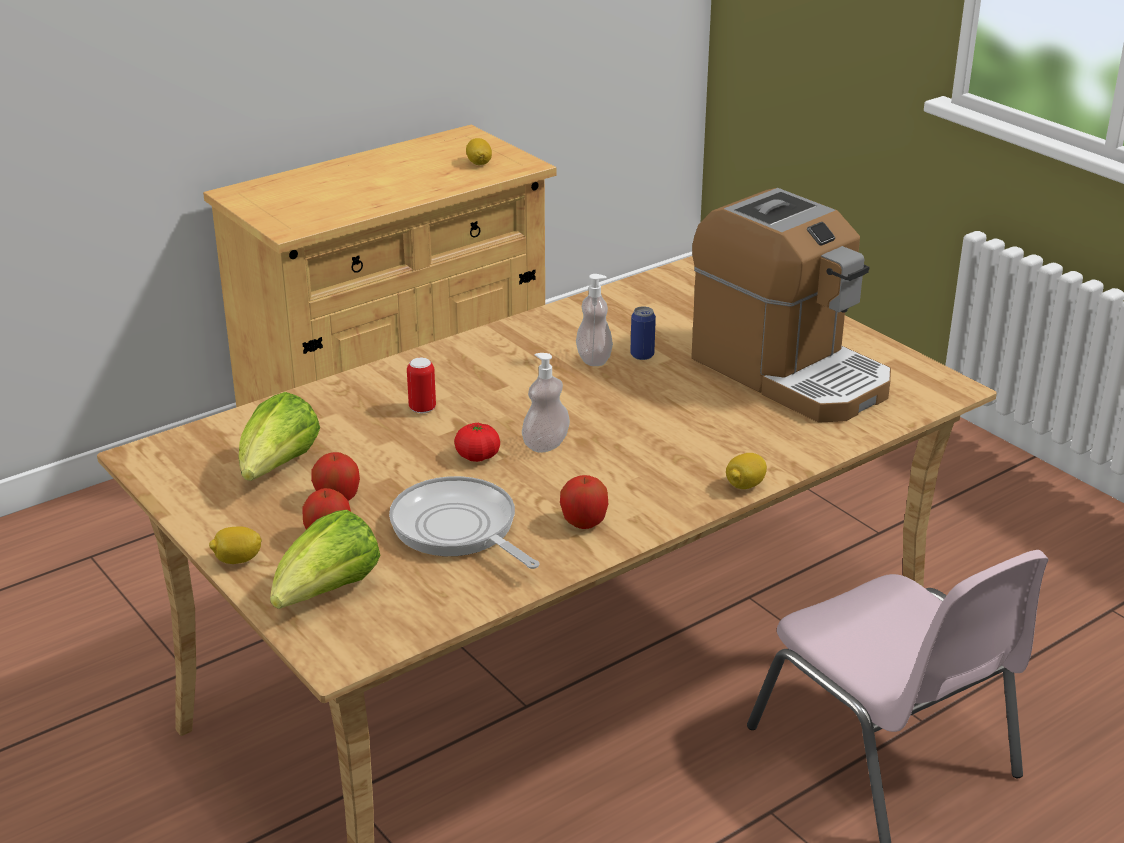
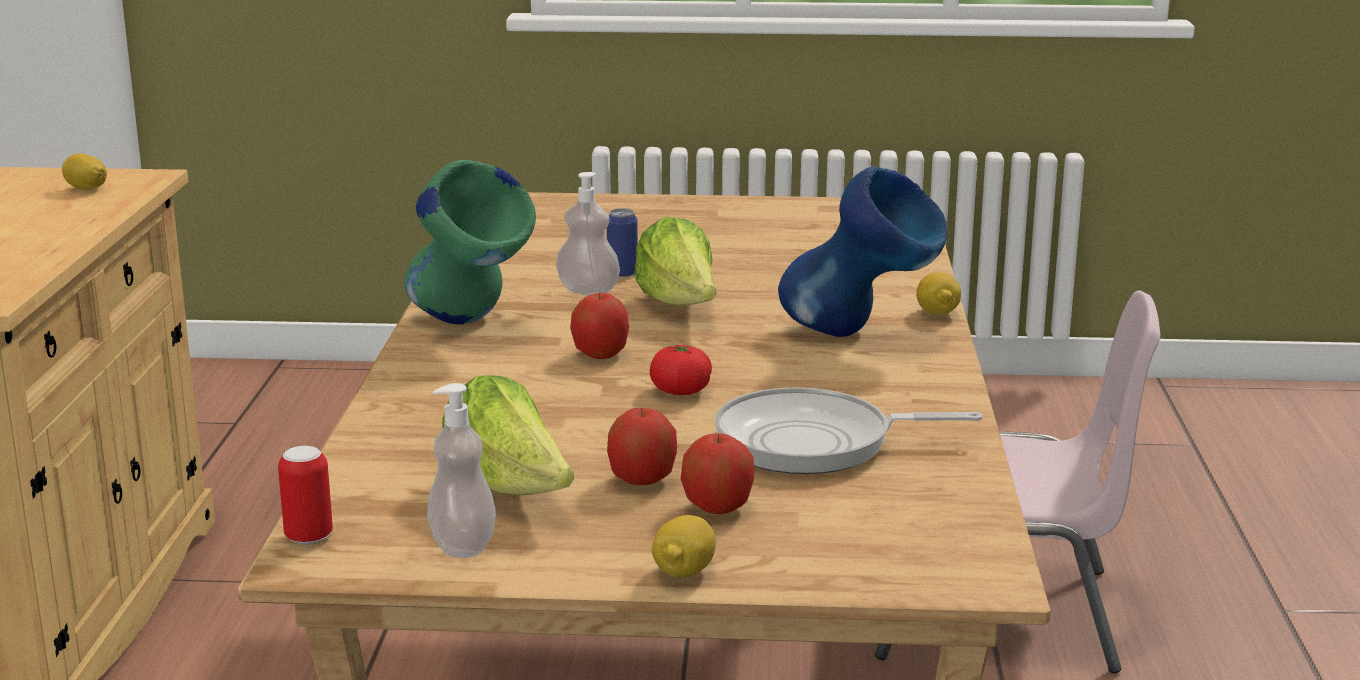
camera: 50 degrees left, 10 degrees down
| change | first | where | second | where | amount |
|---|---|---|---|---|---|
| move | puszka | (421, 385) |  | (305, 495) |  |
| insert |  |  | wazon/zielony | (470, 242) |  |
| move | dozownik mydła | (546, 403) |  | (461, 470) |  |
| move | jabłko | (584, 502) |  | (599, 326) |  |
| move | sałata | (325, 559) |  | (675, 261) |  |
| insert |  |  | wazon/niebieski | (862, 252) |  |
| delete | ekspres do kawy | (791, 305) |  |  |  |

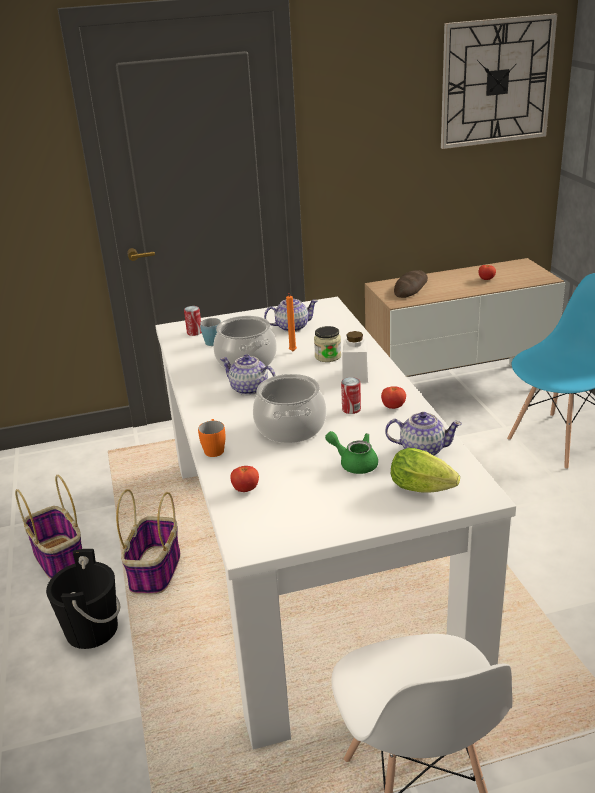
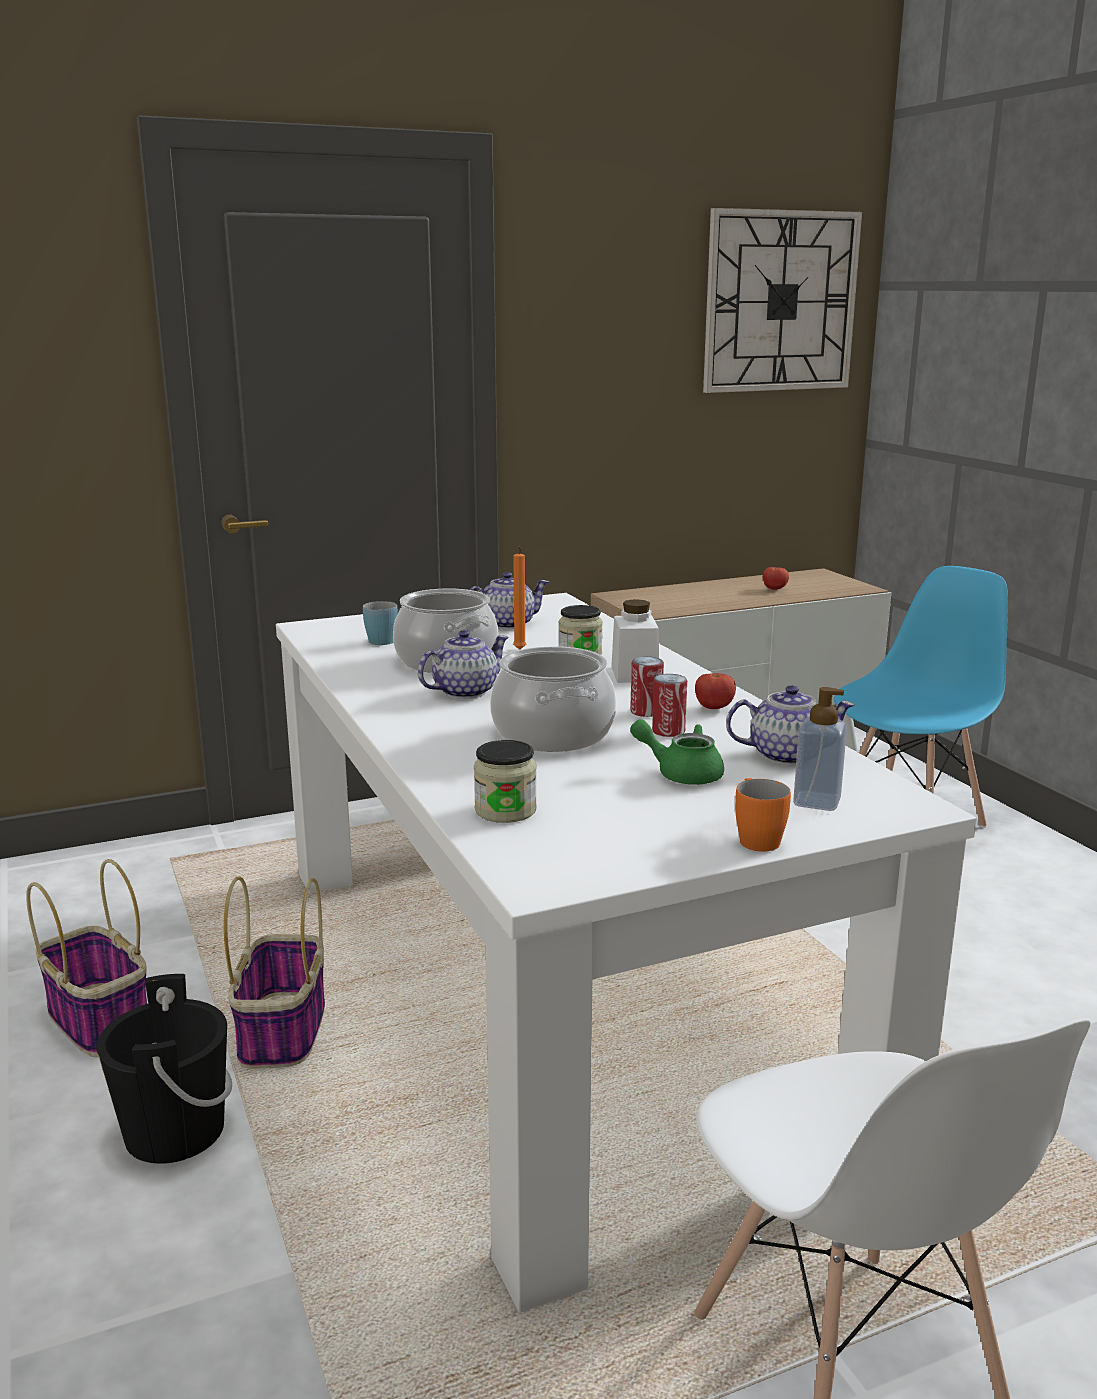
camera: 10 degrees left, 10 degrees down
| change | first | where | second | where | amount |
|---|---|---|---|---|---|
| rotate | imbryk | (248, 374) |  | (463, 664) | 120 degrees clockwise |
| replace | pomidor | (244, 479) | słoik | (505, 781) |  |
| move | puszka | (193, 321) |  | (669, 705) |  |
| move | kubek/pomarańczowy | (211, 438) |  | (763, 815) |  |
| replace | sałata | (425, 470) | dozownik mydła | (820, 749) |  |
| delete | chleb | (411, 284) |  |  |  |

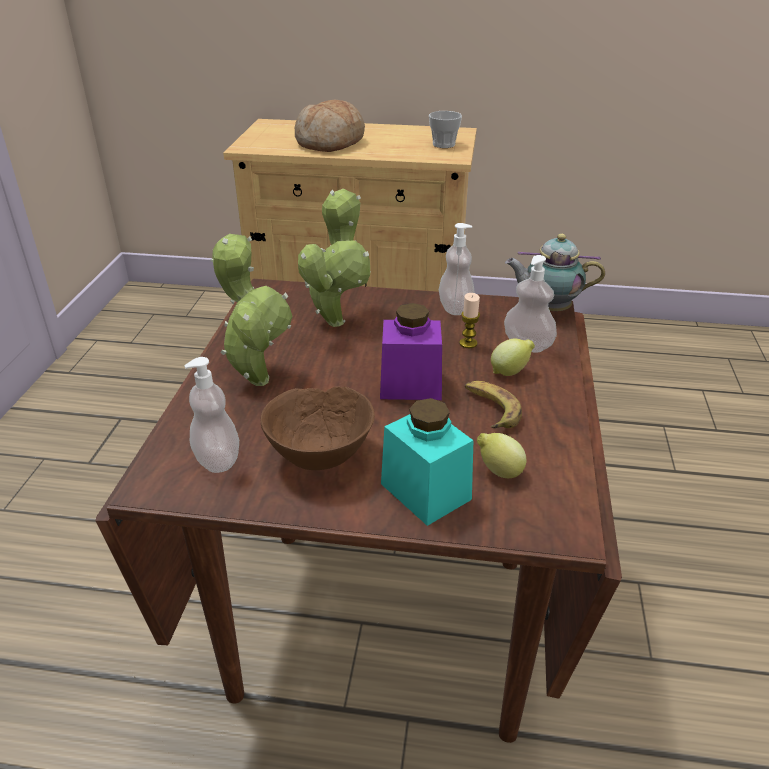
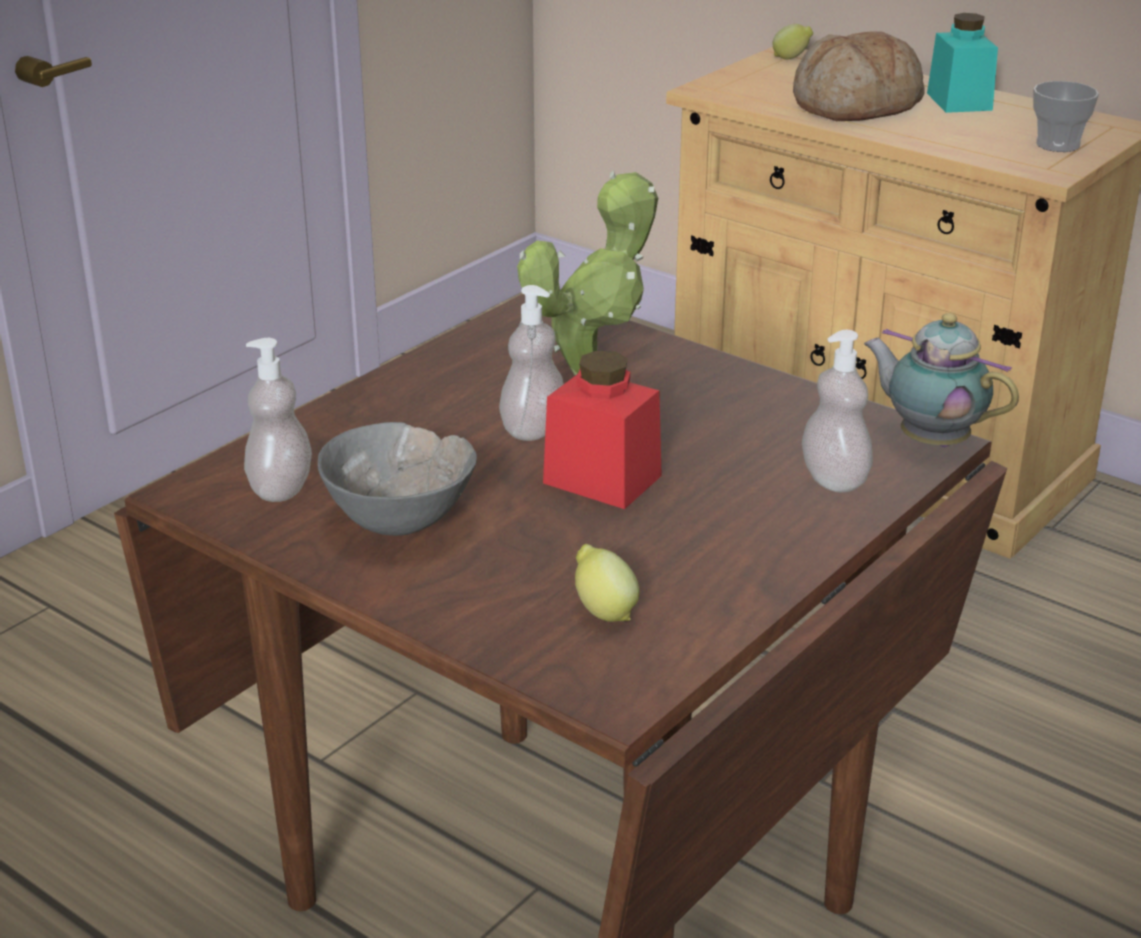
camera: 30 degrees right, 5 degrees down
| change | first | where | second | where | amount |
|---|---|---|---|---|---|
| recolor | miska/brązowy | (318, 428) | miska/szary | (397, 479) |  |
| move | dozownik mydła | (457, 269) |  | (531, 363) |  |
| recolor | słoik/fioletowy | (411, 351) | słoik/czerwony | (602, 429) |  |
| move | cytryna | (513, 357) |  | (792, 42) |  |
| move | słoik/turkusowy | (427, 462) |  | (962, 63) |  |
| delete | roślina doniczkowa | (252, 310) |  |  |  |
| delete | świeca | (469, 320) |  |  |  |
| delete | banan | (493, 405) |  |  |  |

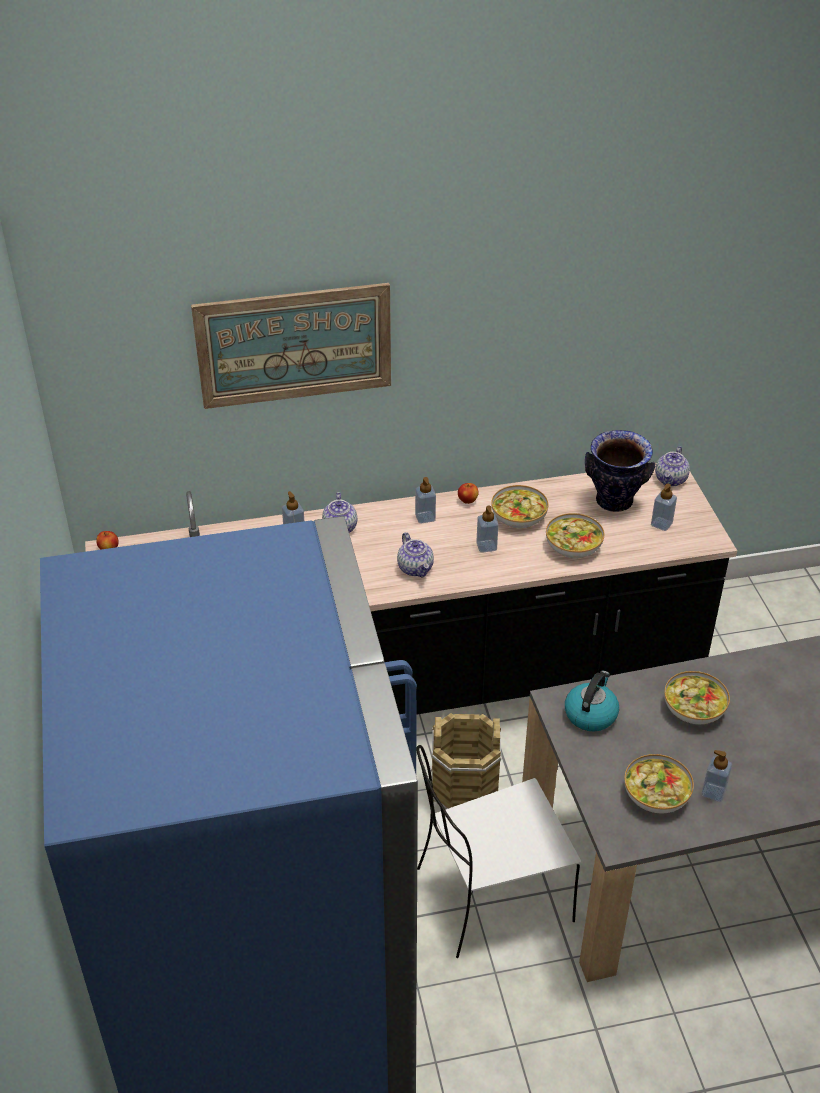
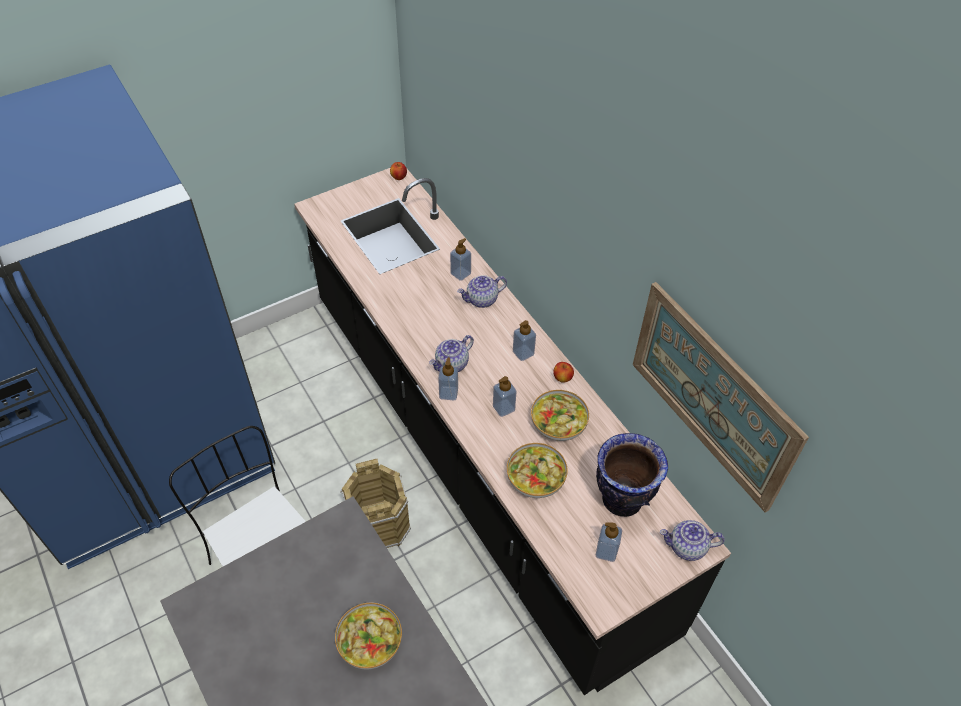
camera: 70 degrees right, 10 degrees up
| change | first | where | second | where | amount |
|---|---|---|---|---|---|
| move | dozownik mydła | (716, 776) |  | (448, 378) |  |
| move | obraz | (291, 346) |  | (721, 397) |  |
| delete | czajnik | (592, 701) |  |  |  |
| delete | miska | (659, 783) |  |  |  |

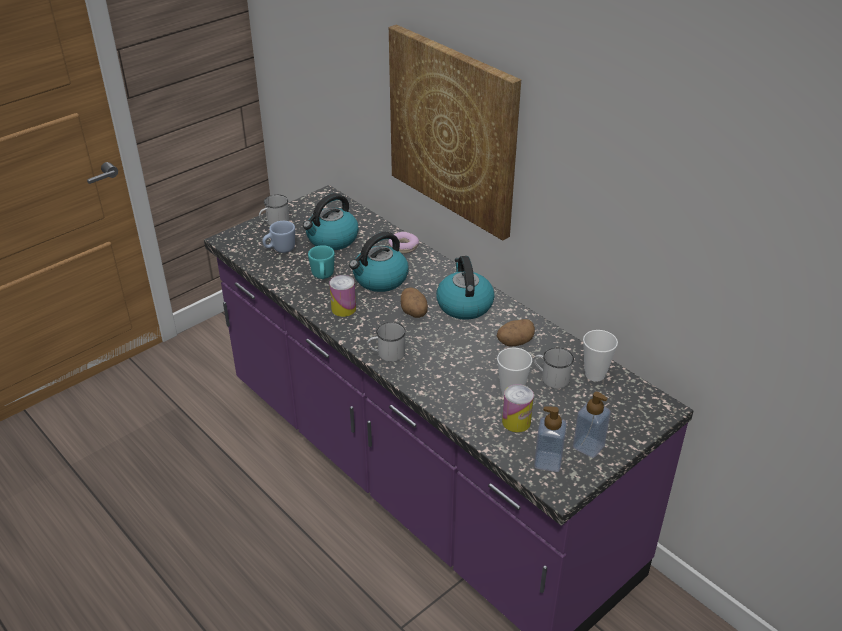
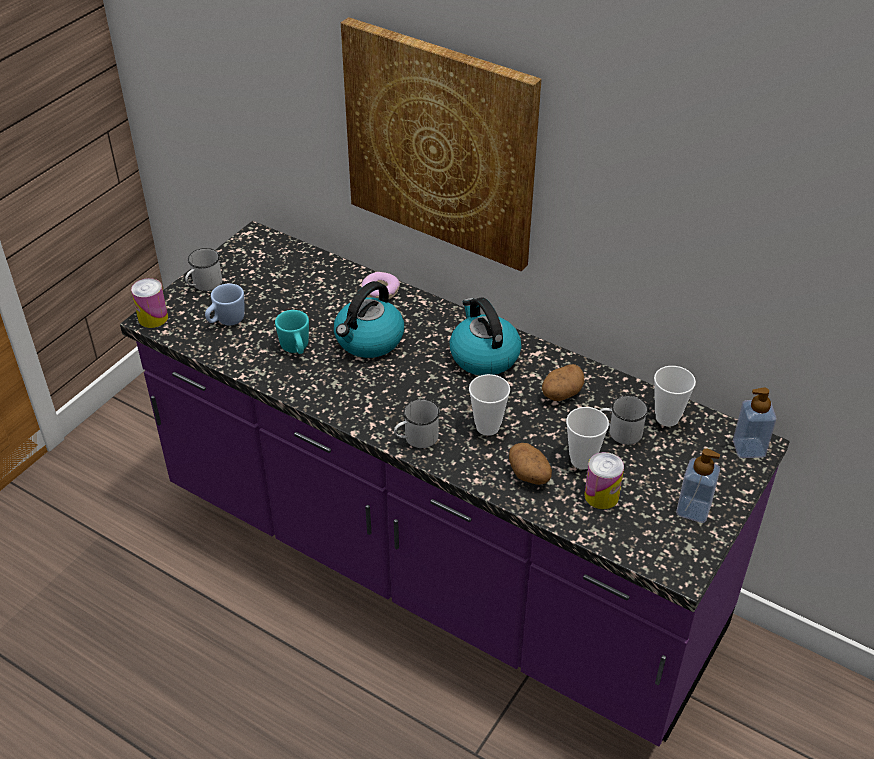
camera: 15 degrees left, 5 degrees up
| change | first | where | second | where | amount |
|---|---|---|---|---|---|
| move | puszka | (342, 296) |  | (149, 303) |  |
| insert |  |  | filiżanka | (489, 405) |  |
| move | ziemniak | (414, 303) |  | (530, 464) |  |
| move | dozownik mydła | (550, 439) |  | (755, 422) |  |
| delete | czajnik | (331, 221) |  |  |  |

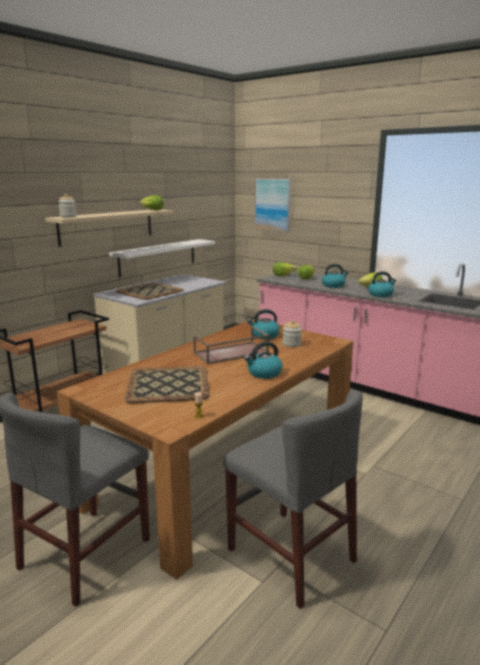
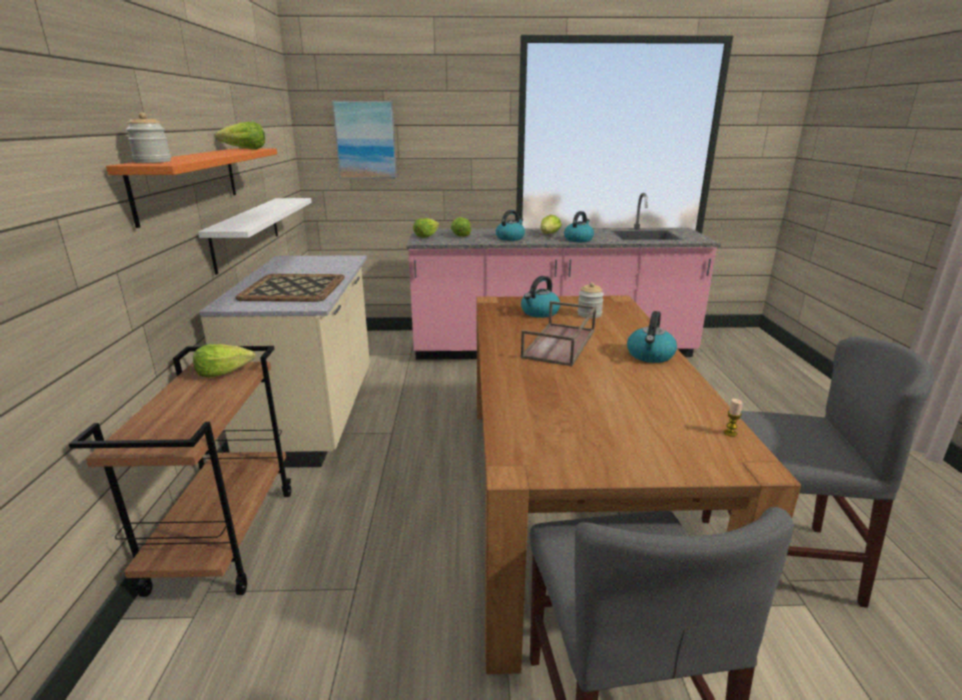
camera: 40 degrees left, 5 degrees up
| change | first | where | second | where | amount |
|---|---|---|---|---|---|
| recolor | półka/beżowy | (109, 228) | półka/pomarańczowy | (191, 188) |  |
| insert |  |  | sałata | (224, 361) |  |
| delete | taca | (167, 384) |  |  |  |

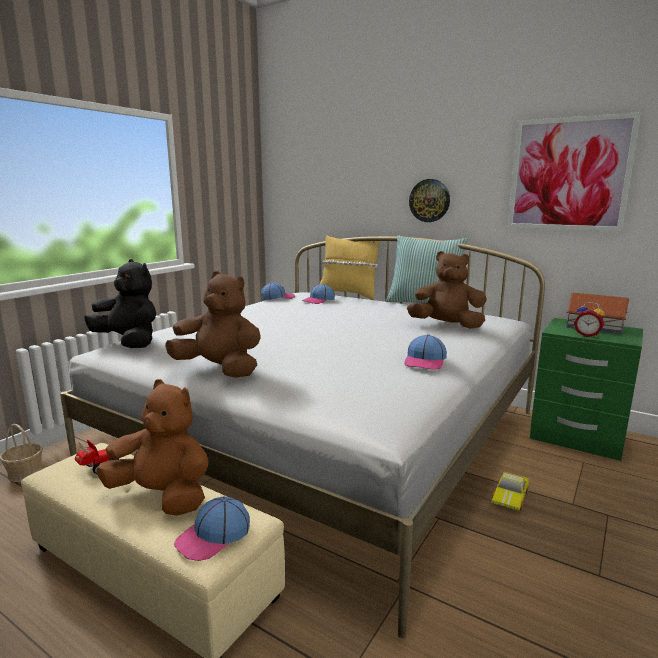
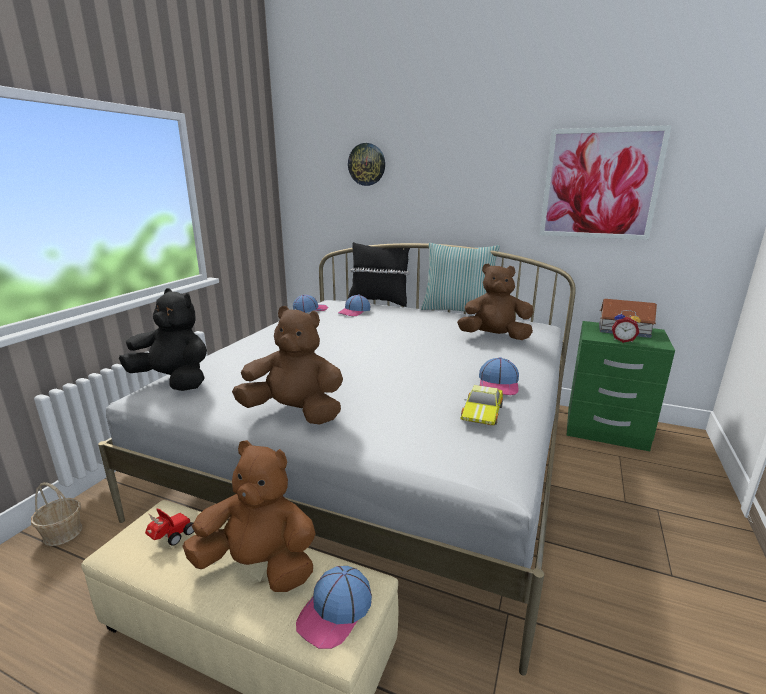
camera: 10 degrees left, 5 degrees up
| change | first | where | second | where | amount |
|---|---|---|---|---|---|
| move | zegar ścienny | (429, 200) |  | (366, 164) |  |
| recolor | poduszka/żółty | (350, 267) | poduszka/czarny | (379, 274) |  |
| move | samochodzik | (510, 491) |  | (481, 405) |  |

